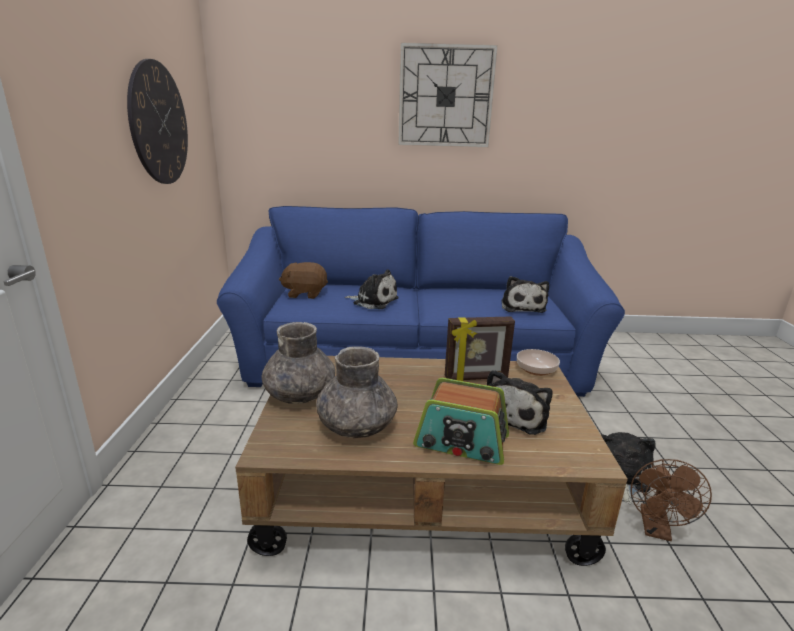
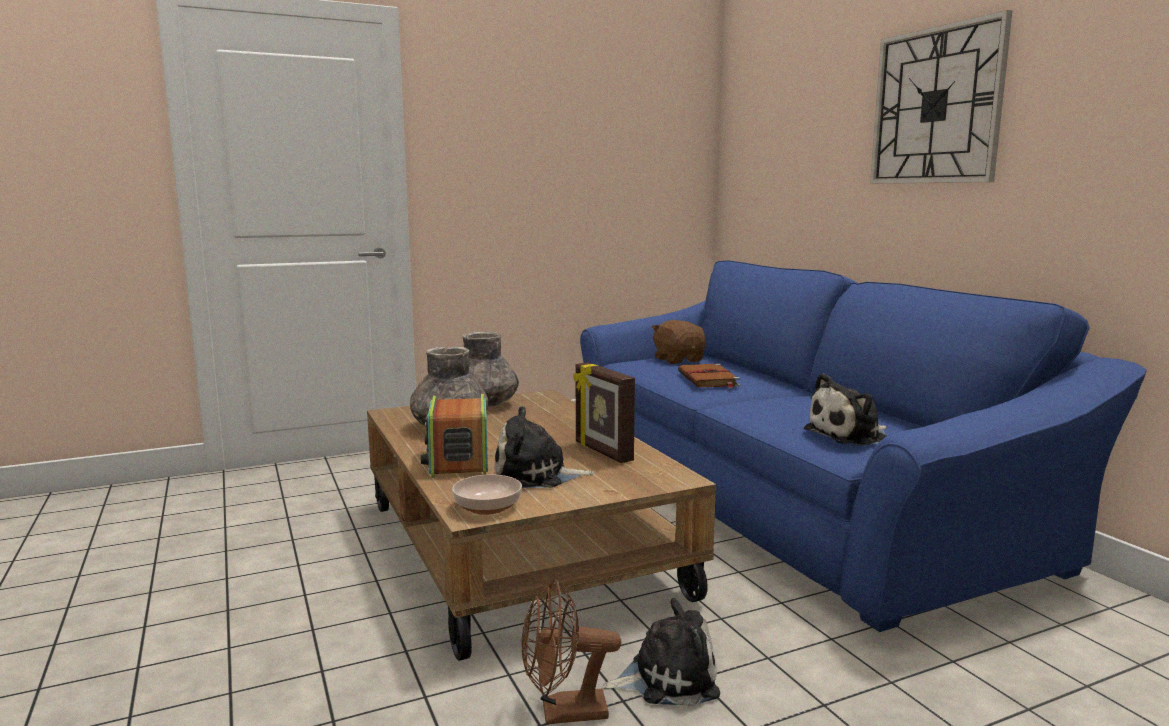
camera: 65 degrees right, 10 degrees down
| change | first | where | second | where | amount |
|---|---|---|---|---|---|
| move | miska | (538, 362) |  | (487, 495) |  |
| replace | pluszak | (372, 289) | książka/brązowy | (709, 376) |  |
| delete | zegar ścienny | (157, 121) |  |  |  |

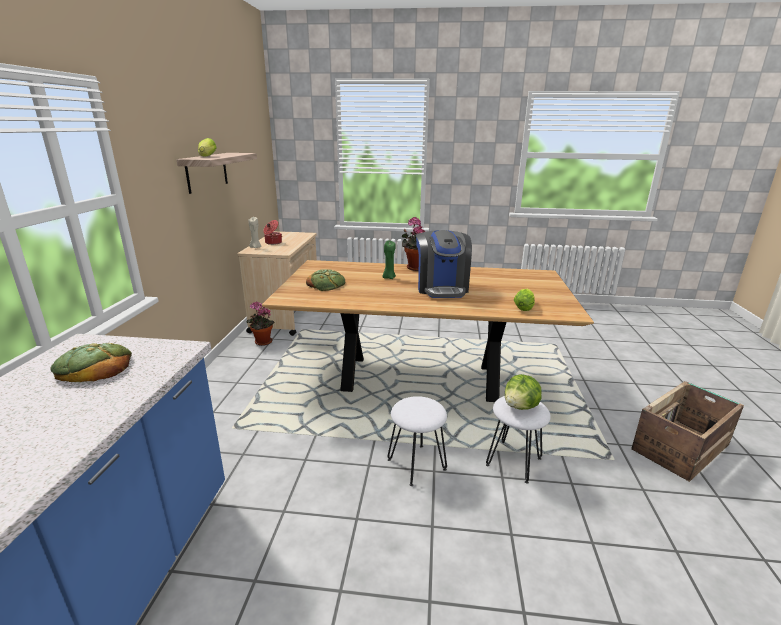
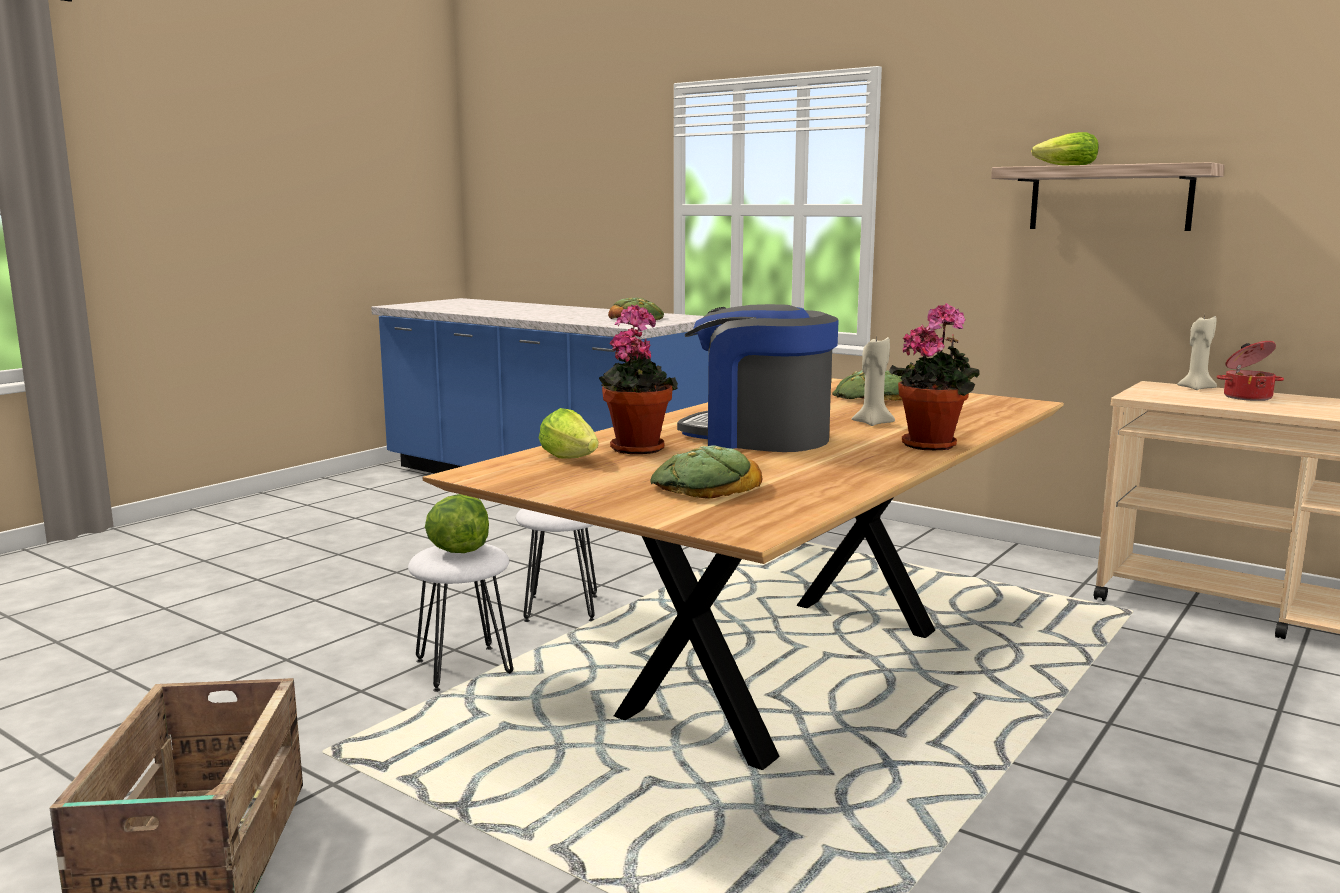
camera: 120 degrees right, 10 degrees down
| change | first | where | second | where | amount |
|---|---|---|---|---|---|
| move | roślina doniczkowa | (261, 324) |  | (638, 379) |  |
| insert |  |  | chleb | (706, 472) |  |
| recolor | świeca/zielony | (389, 260) | świeca/beżowy | (873, 380) |  |

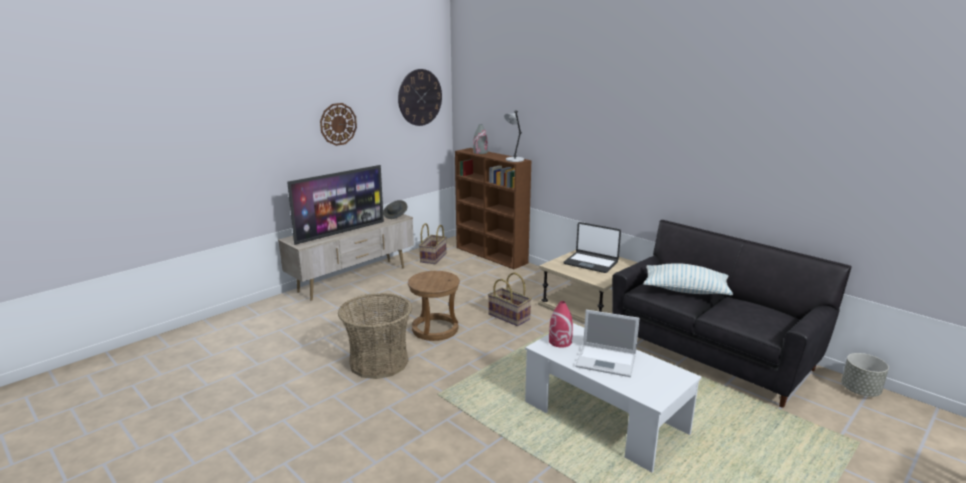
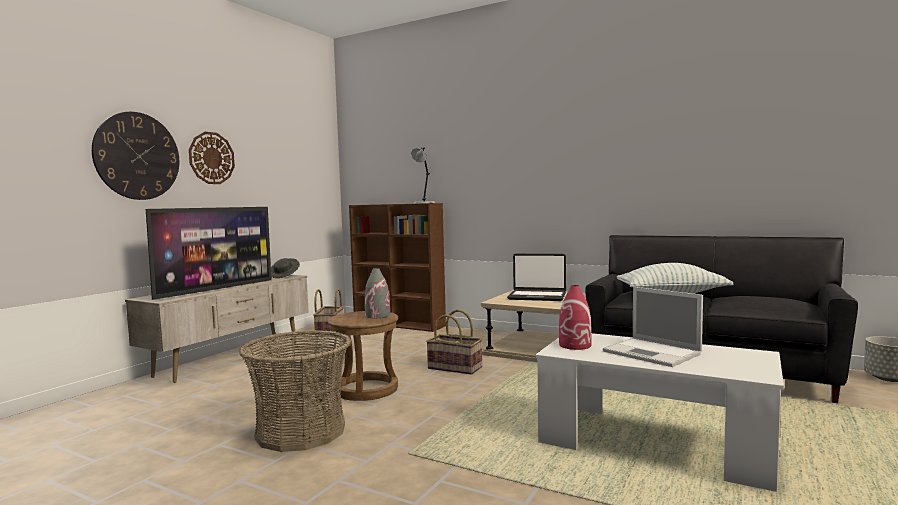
camera: 15 degrees left, 15 degrees down
| change | first | where | second | where | amount |
|---|---|---|---|---|---|
| move | zegar ścienny | (420, 97) |  | (135, 156) |  |
| move | wazon/szary | (480, 139) |  | (377, 293) |  |
| rotate | laptop | (608, 343) |  | (653, 327) | 45 degrees clockwise |

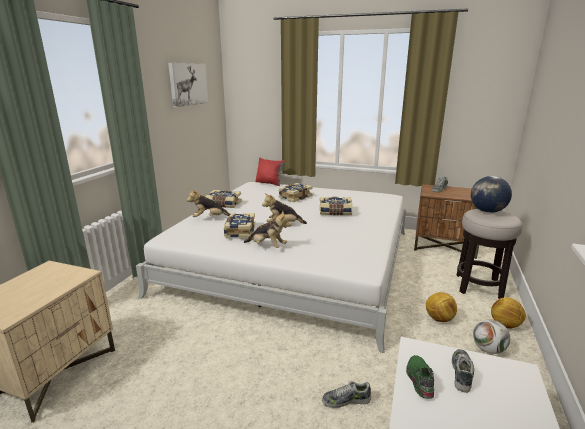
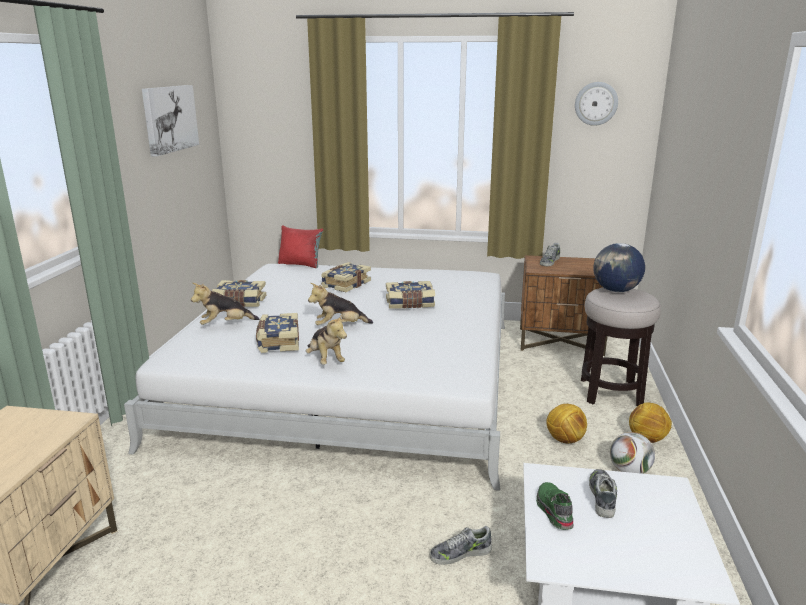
camera: 10 degrees left, 0 degrees up
| change | first | where | second | where | amount |
|---|---|---|---|---|---|
| rotate | pluszak | (267, 229) |  | (326, 339) | 45 degrees clockwise |
| insert |  |  | zegar ścienny | (596, 104) |  |

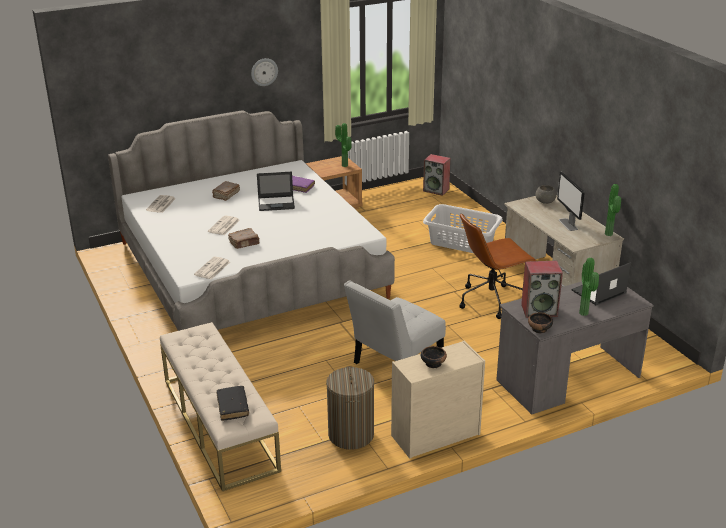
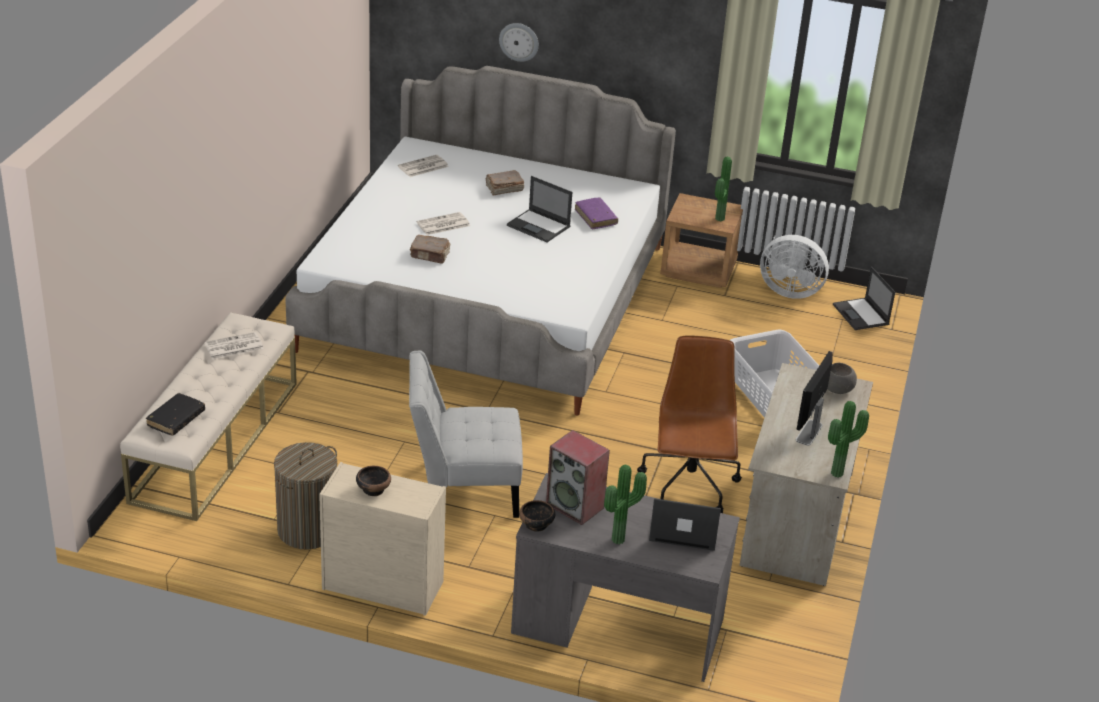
camera: 40 degrees right, 5 degrees up
| change | first | where | second | where | amount |
|---|---|---|---|---|---|
| move | gazeta | (212, 268) |  | (234, 345) |  |
| move | zegar ścienny | (264, 72) |  | (519, 42) |  |
| rotate | krzesło biurowe/brązowy | (498, 266) |  | (689, 424) | 75 degrees clockwise |
| insert |  |  | wentylator/biały | (794, 267) |  |
| replace | głośnik | (437, 175) | laptop | (864, 298) |  |

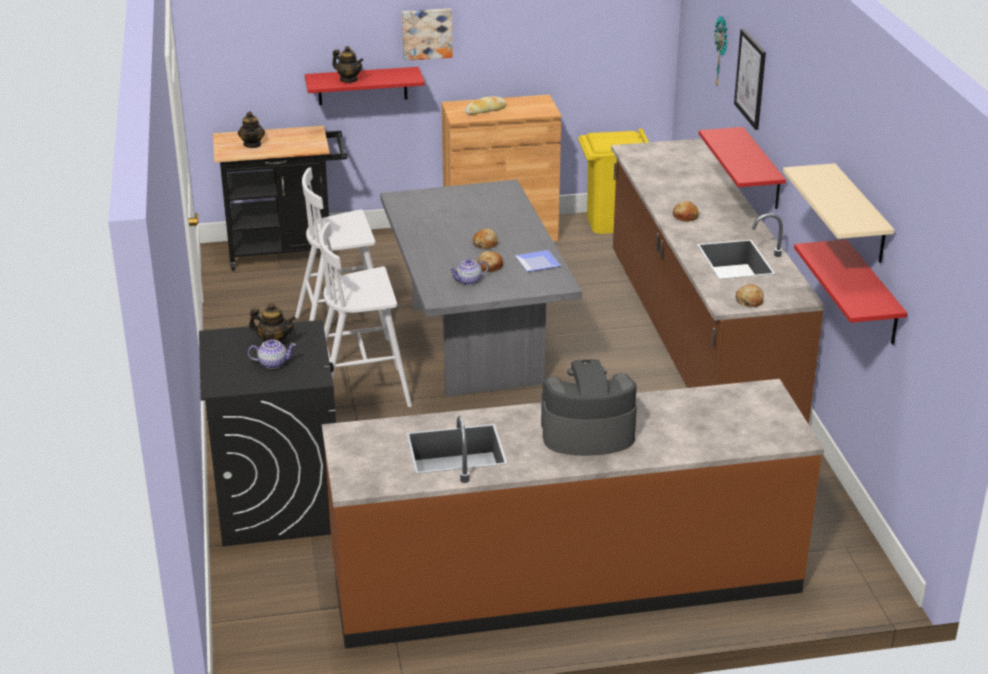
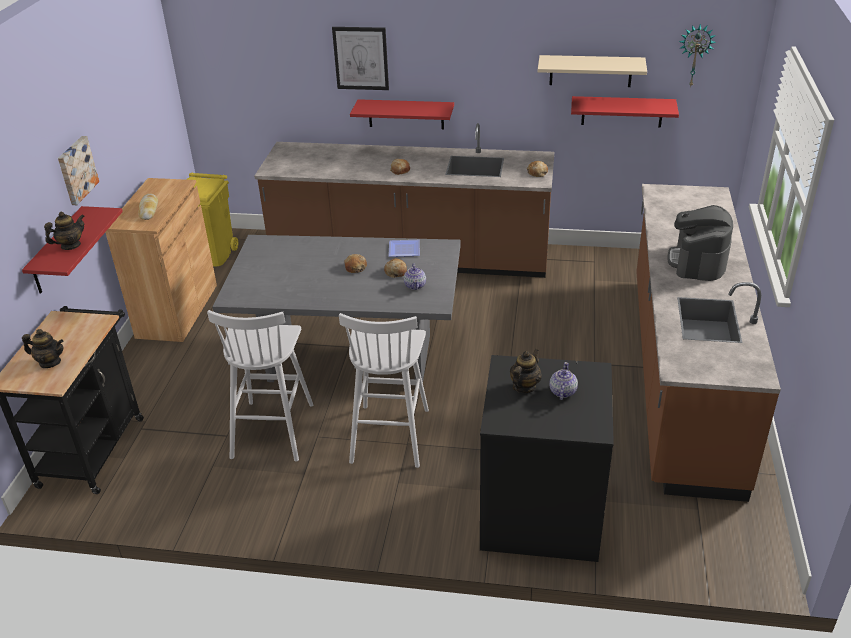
camera: 70 degrees left, 5 degrees up
| change | first | where | second | where | amount |
|---|---|---|---|---|---|
| move | zegar ścienny | (721, 51) |  | (697, 56) |  |

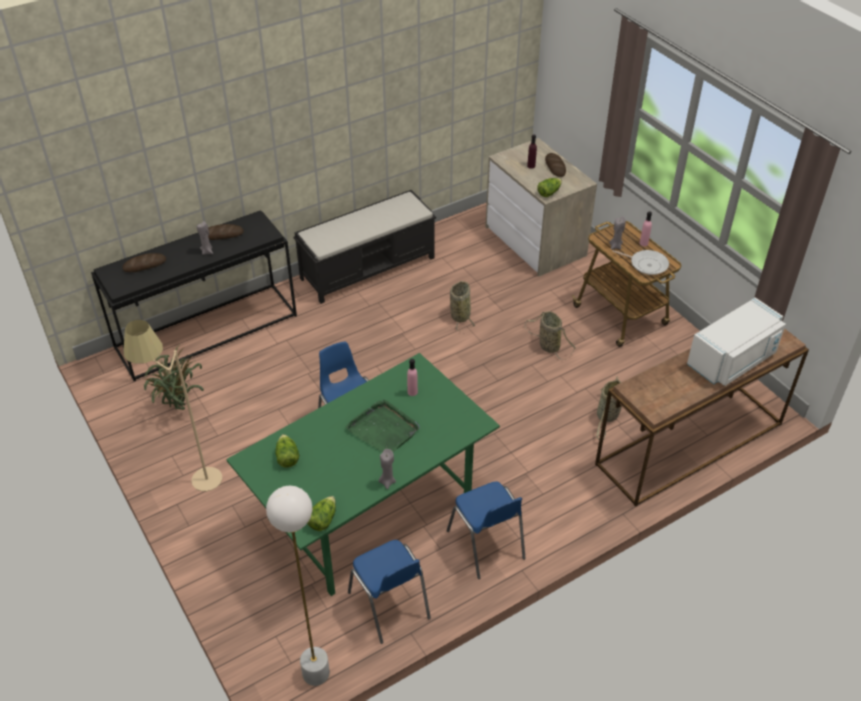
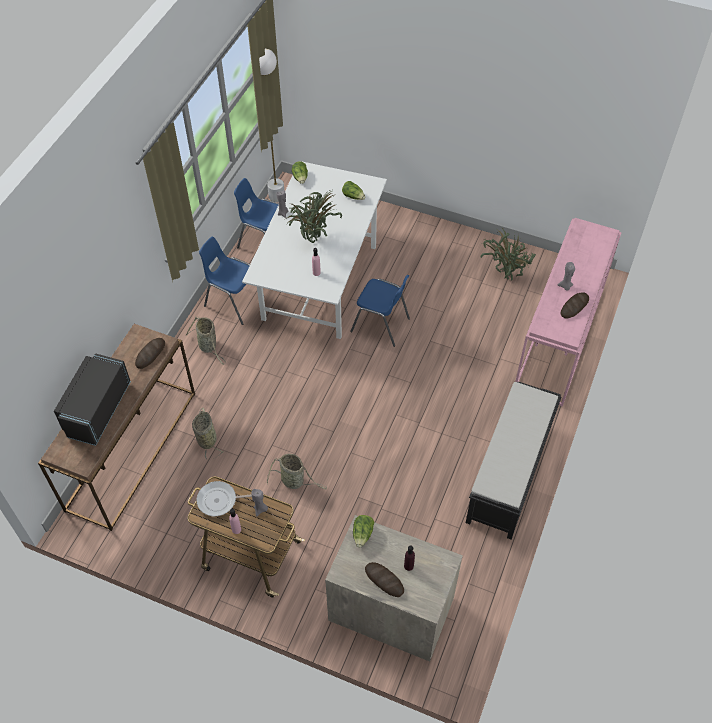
camera: 145 degrees right, 10 degrees up
| change | first | where | second | where | amount |
|---|---|---|---|---|---|
| recolor | mikrofalówka/biały | (736, 341) | mikrofalówka/czarny | (92, 399) |  |
| move | chleb | (144, 262) |  | (150, 353) |  |
| move | koszyk | (463, 306) |  | (206, 340) |  |
| recolor | stół jadalny/zielony | (363, 474) | stół jadalny/biały | (314, 250) |  |
| replace | taca/zielony | (382, 426) | roślina doniczkowa | (313, 216) |  |
| recolor | stolik konsolowy/czarny | (194, 295) | stolik konsolowy/różowy | (568, 312) |  |
| delete | lampa stojąca/beżowy | (173, 405) |  |  |  |

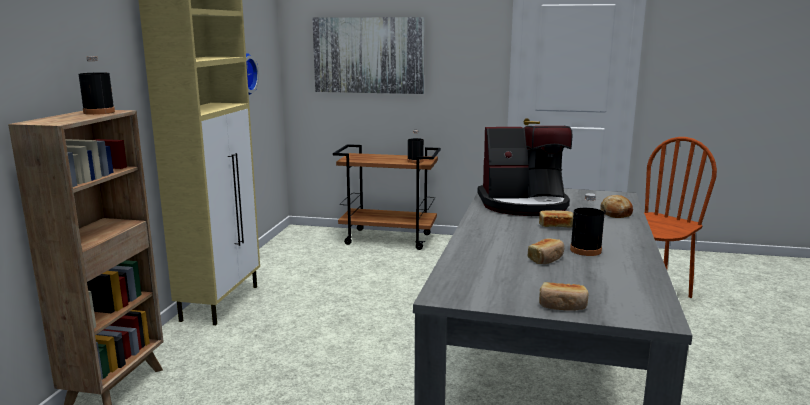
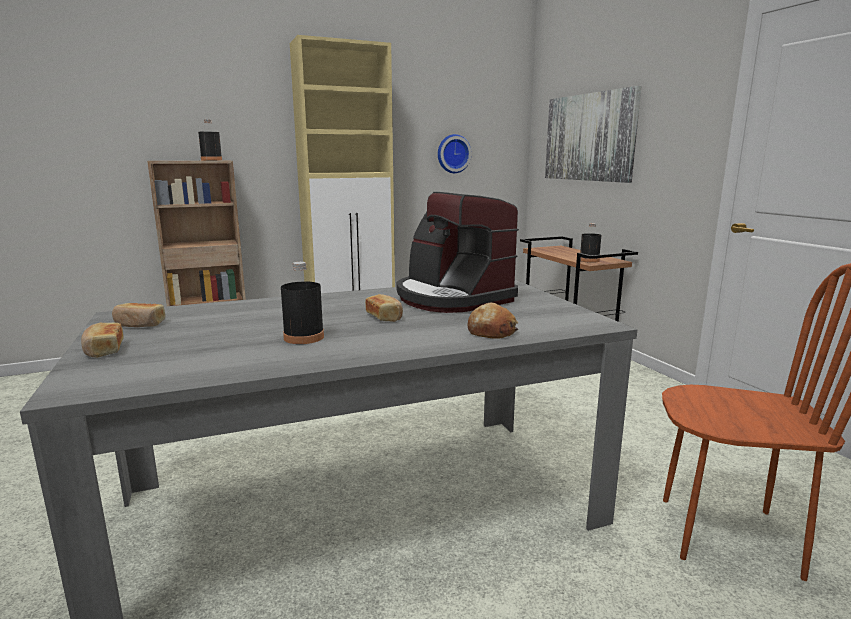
camera: 55 degrees right, 0 degrees up
| change | first | where | second | where | amount |
|---|---|---|---|---|---|
| move | chleb | (546, 251) |  | (138, 315) |  |

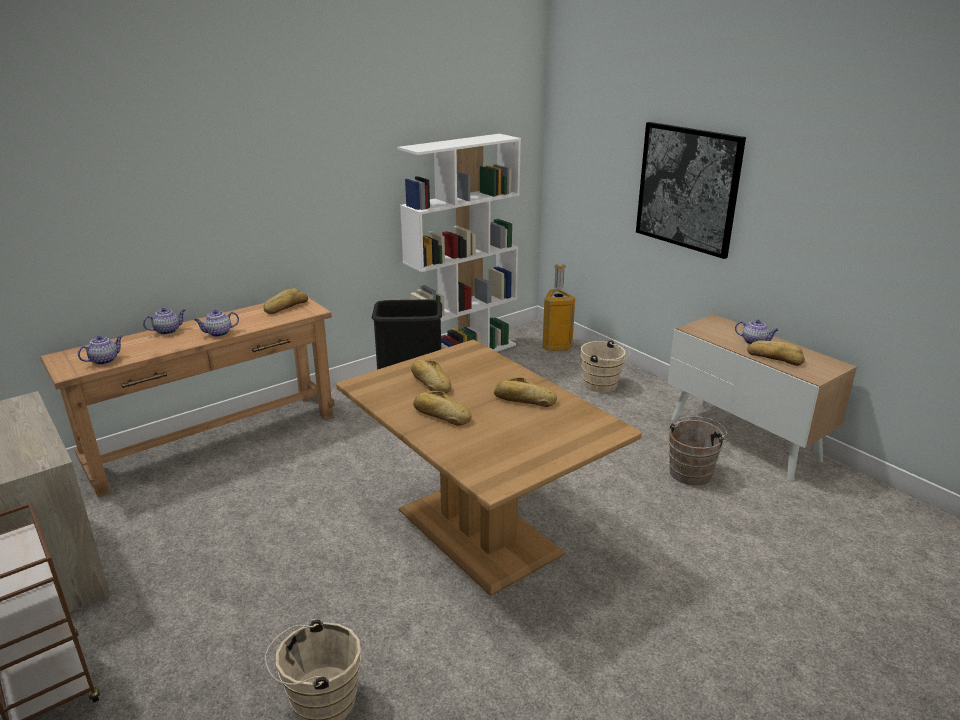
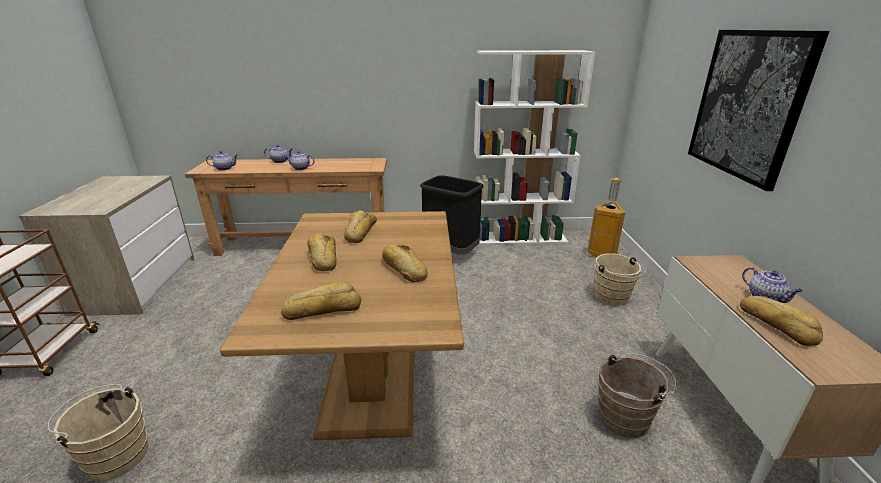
camera: 35 degrees right, 0 degrees up
| change | first | where | second | where | amount |
|---|---|---|---|---|---|
| move | chleb | (285, 301) |  | (321, 301) |  |

